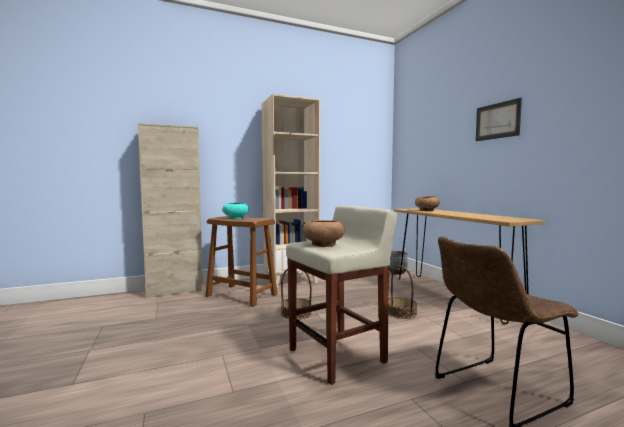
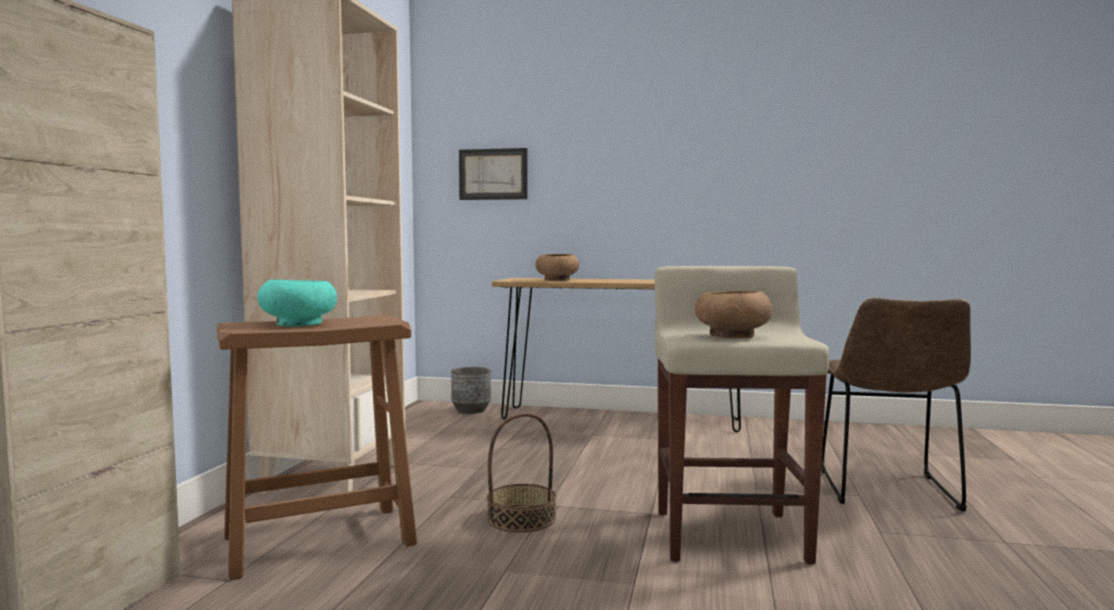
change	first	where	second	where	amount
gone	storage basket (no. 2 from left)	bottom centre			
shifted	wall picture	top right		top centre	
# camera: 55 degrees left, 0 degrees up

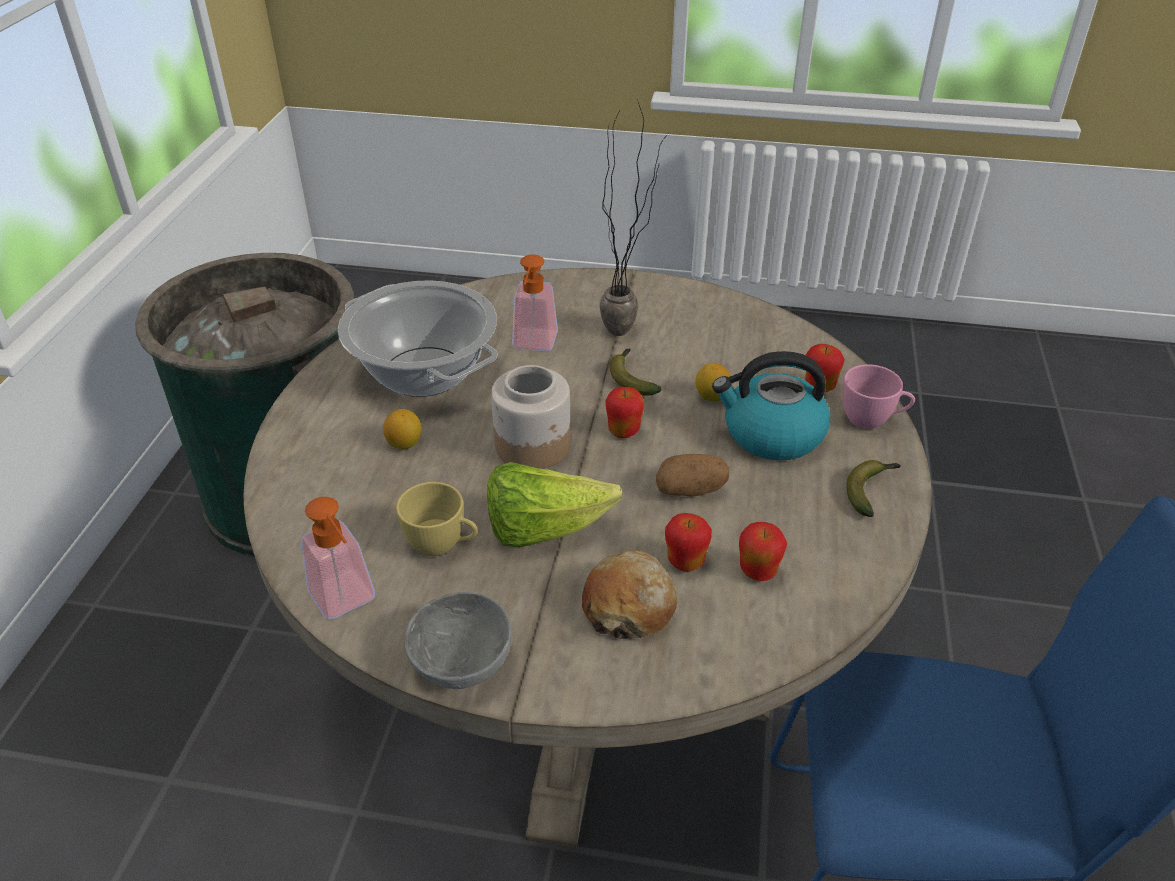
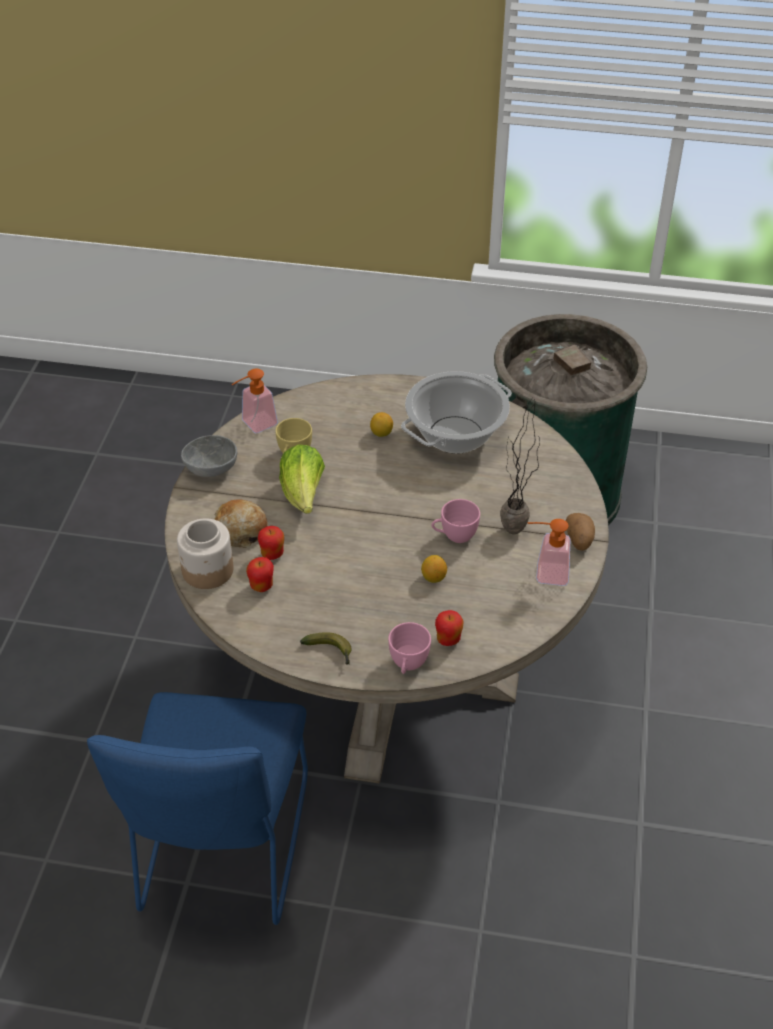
change	first	where	second	where	amount
gone	whole apple (no. 1 from left)	centre			
gone	water kettle	centre			
shifted	jar	centre		middle left	
shifted	liquid soap bottle (no. 2 from left)	centre		middle right	
shifted	potato	centre		middle right	
swapped	banana (no. 1 from left)	centre	pink cup (no. 2 from left)	centre	
# camera: 90 degrees right, 5 degrees up

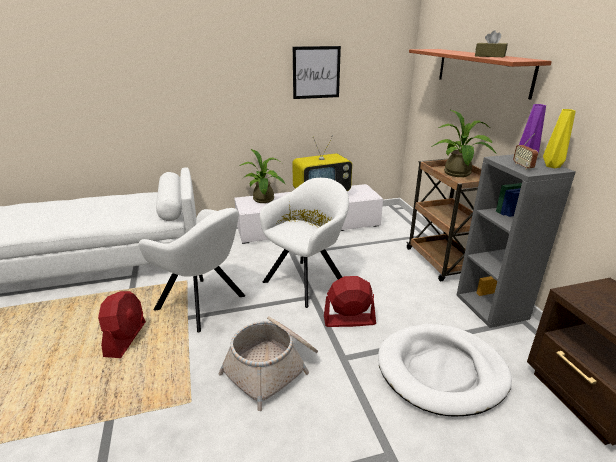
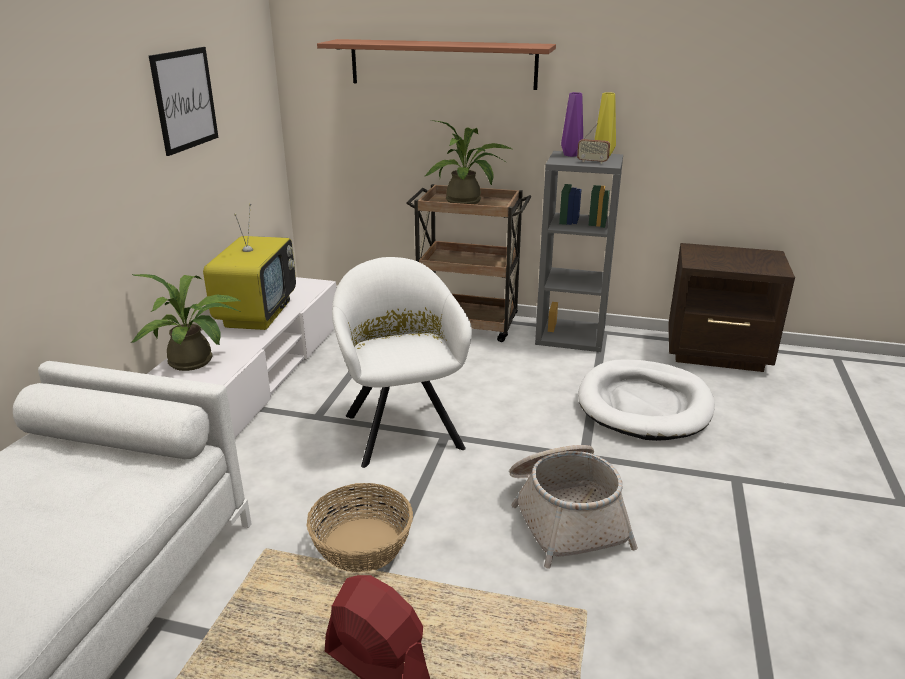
change	first	where	second	where	amount
gone	reddish electric fan (no. 2 from left)	centre			
gone	brownish tissue holder	top right			
swapped	white-coloured easy chair (no. 1 from left)	middle left	storage basket (no. 1 from left)	bottom centre	
# camera: 60 degrees left, 0 degrees up

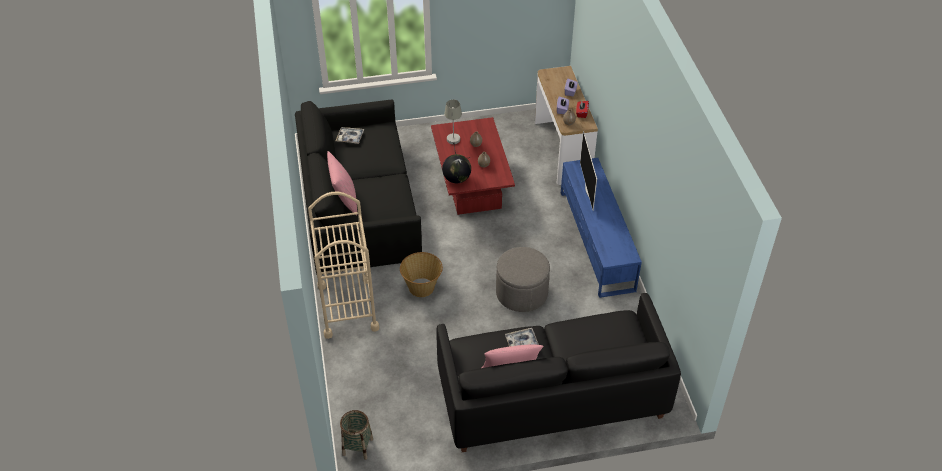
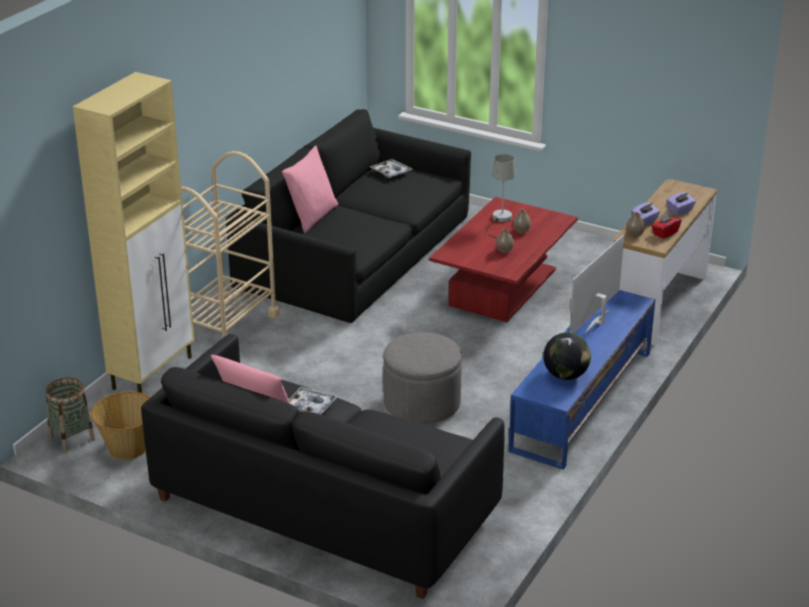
change	first	where	second	where	amount
new			sand-coloured cupboard	middle left	
shifted	storage basket (no. 2 from left)	centre		bottom left	
shifted	world globe	centre		middle right	
# camera: 40 degrees right, 15 degrees down

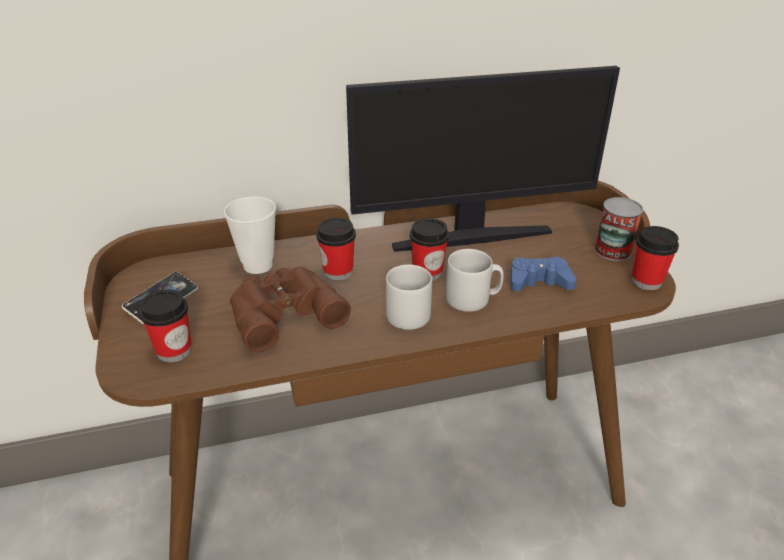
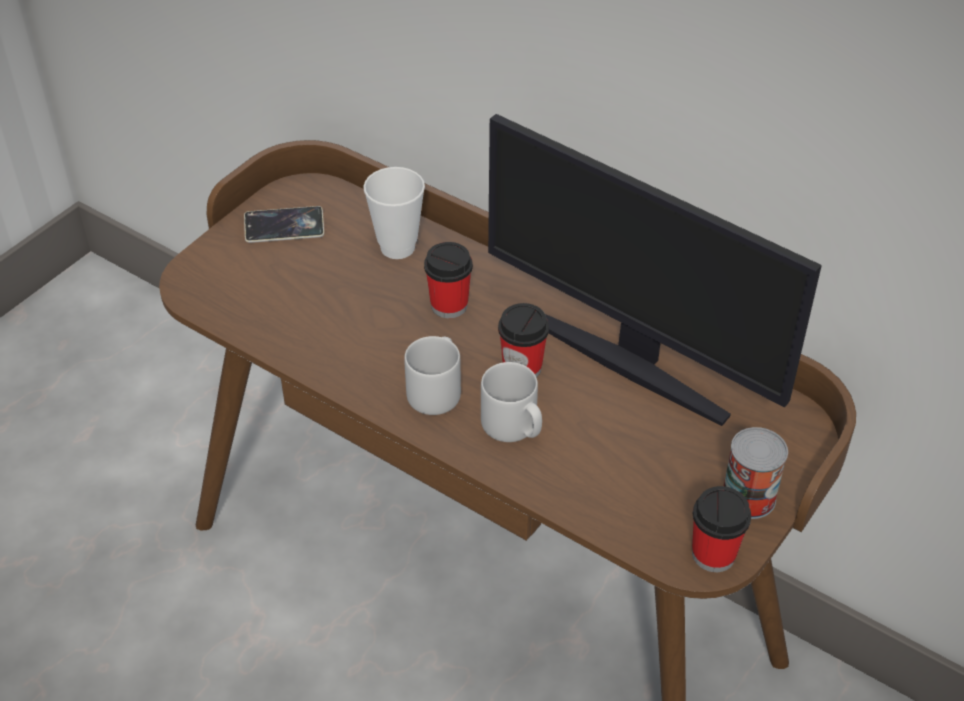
change	first	where	second	where	amount
gone	cup (no. 1 from left)	middle left			
gone	brownish binoculars	centre			
gone	blue-coloured game controller	middle right			
# camera: 50 degrees right, 10 degrees up

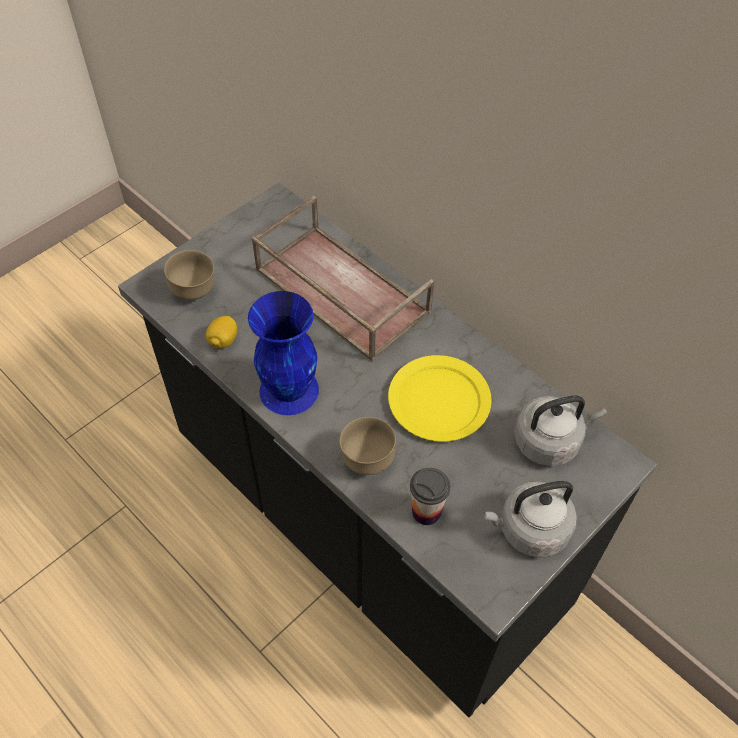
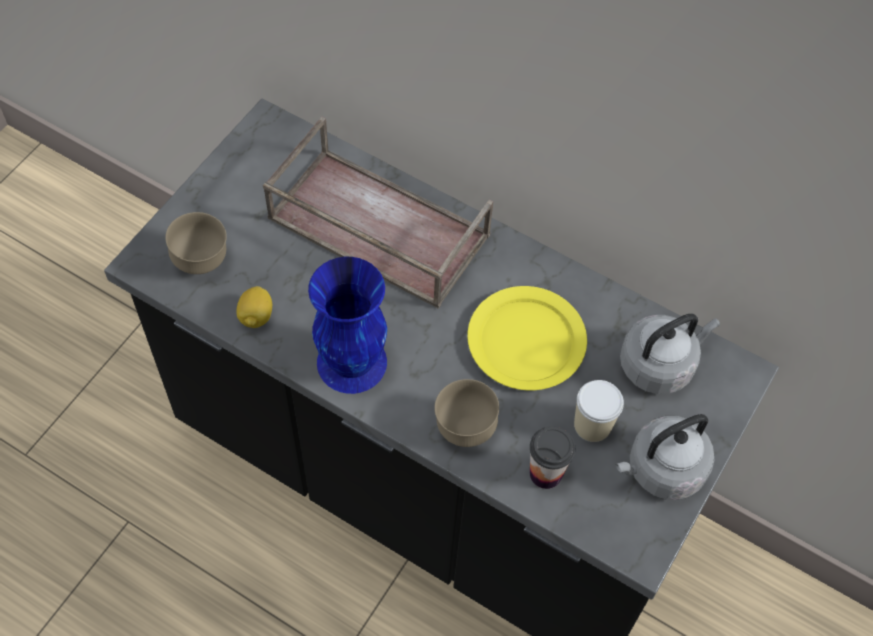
change	first	where	second	where	amount
new			cup (no. 2 from left)	middle right	
# camera: 15 degrees left, 5 degrees up

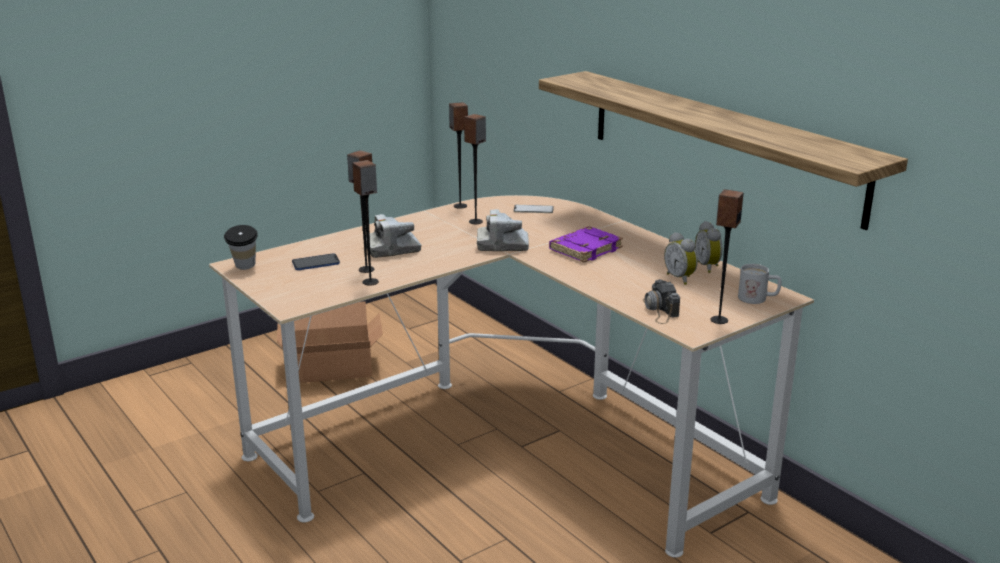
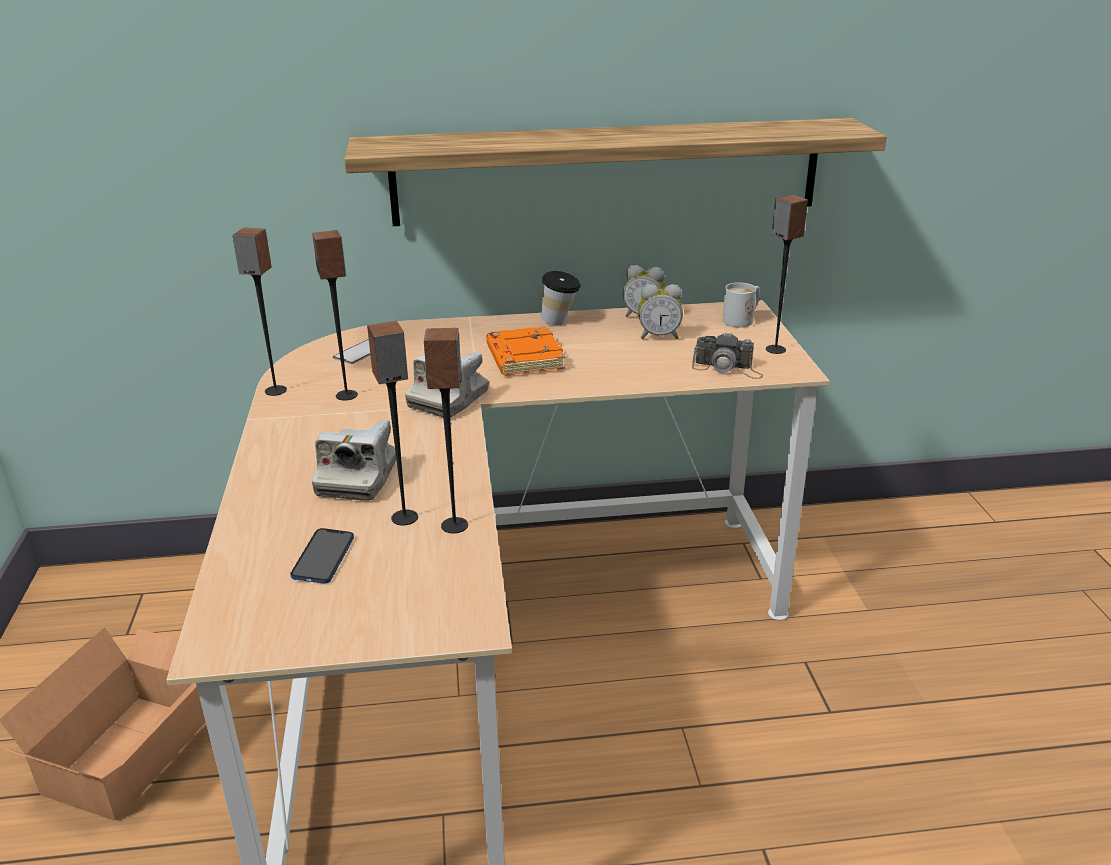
change	first	where	second	where	amount
shifted	cup	middle left		centre	
repainted	purplish bound book	centre	orange-coloured bound book	centre	
# camera: 60 degrees left, 5 degrees up

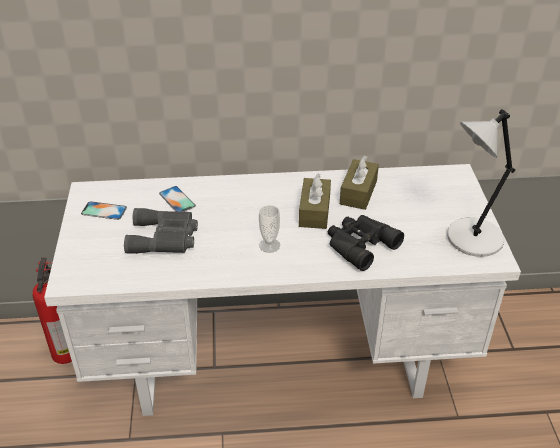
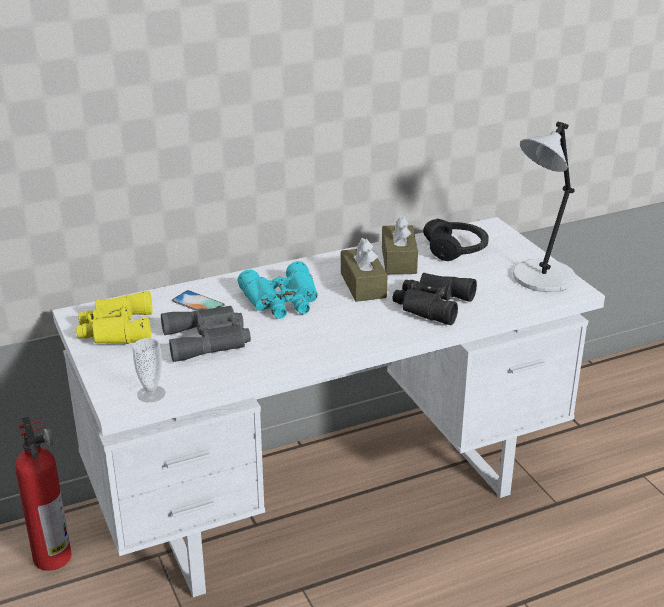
change	first	where	second	where	amount
new			turquoise-coloured binoculars	centre	
new			black headset	middle right	
shifted	cup	centre		middle left	
swapped	telephone (no. 1 from left)	middle left	yellow-coloured binoculars	middle left	
# camera: 20 degrees left, 10 degrees down

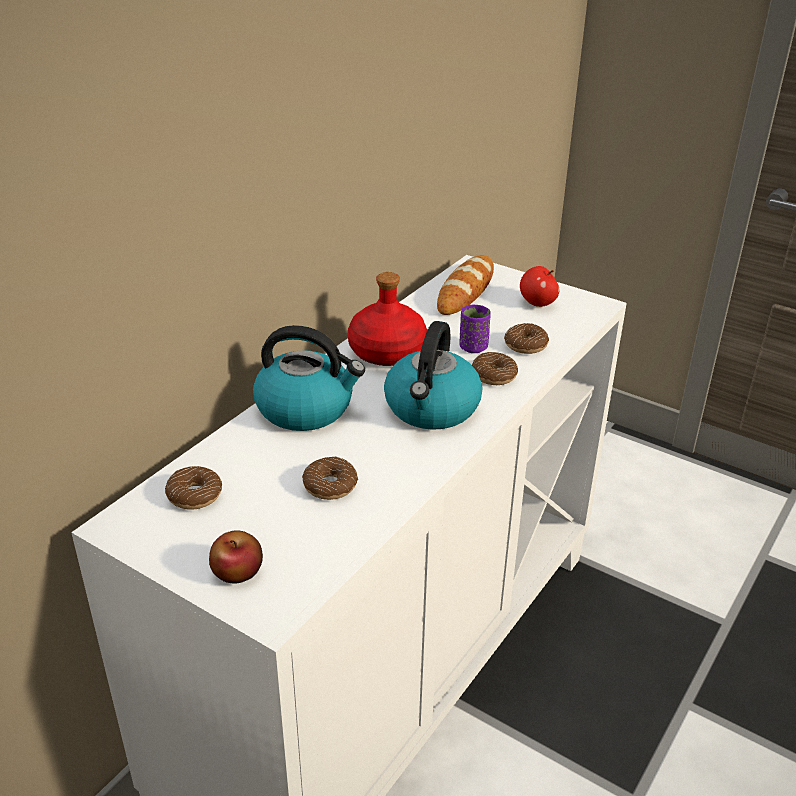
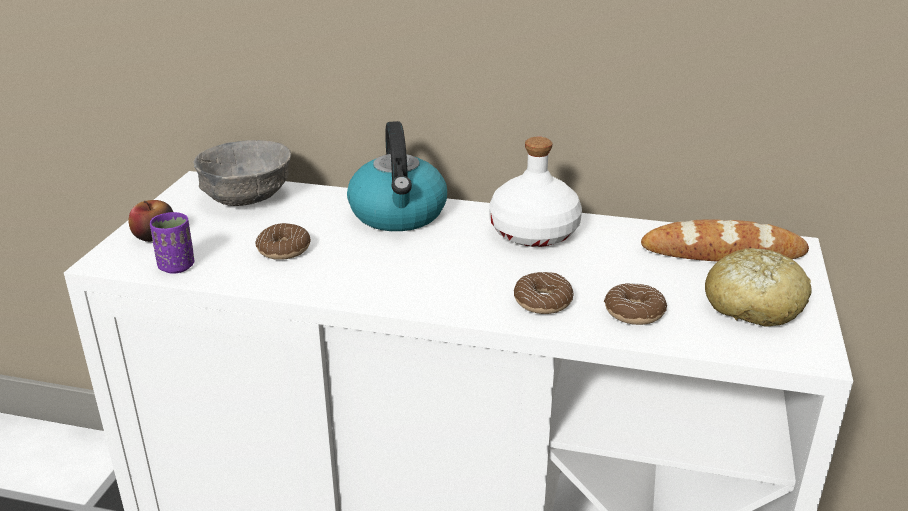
change	first	where	second	where	amount
gone	water kettle (no. 2 from left)	centre			
shifted	purplish cup	centre		middle left	
swapped	doughnut (no. 1 from left)	middle left	greyish serving bowl	middle left	
swapped	whole apple (no. 2 from left)	middle right	bakery bread (no. 2 from left)	middle right	
repainted	reddish bottle	centre	white-coloured bottle	centre	
# camera: 70 degrees right, 5 degrees down

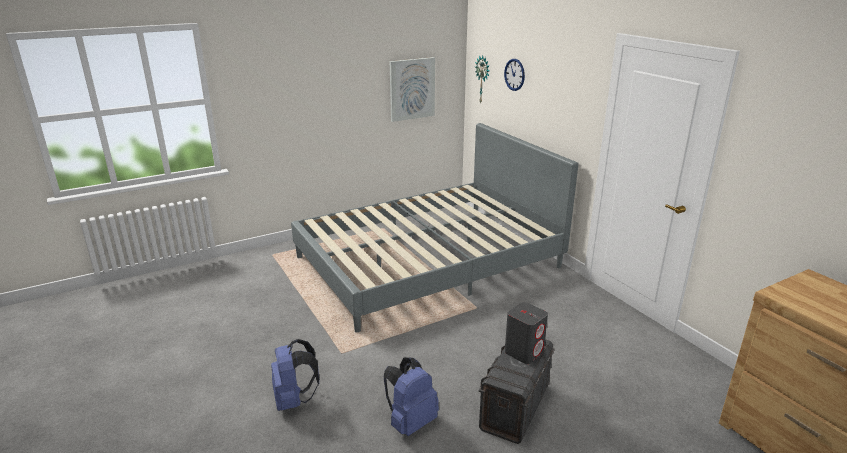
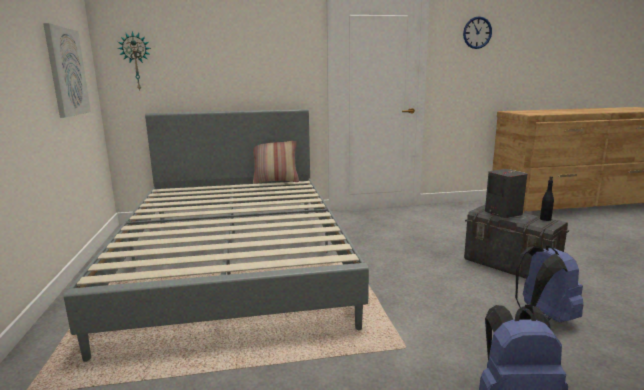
change	first	where	second	where	amount
new			cushion	centre	
new			black bottle	middle right	
shifted	wall clock (no. 2 from left)	top centre		top right	
# camera: 70 degrees left, 10 degrees down

